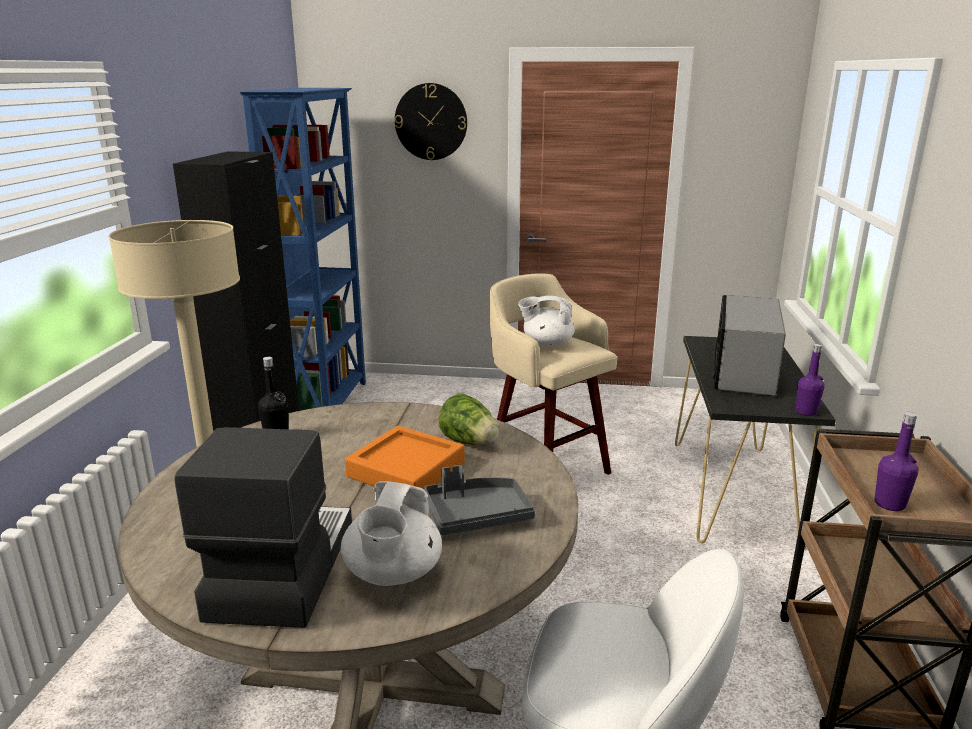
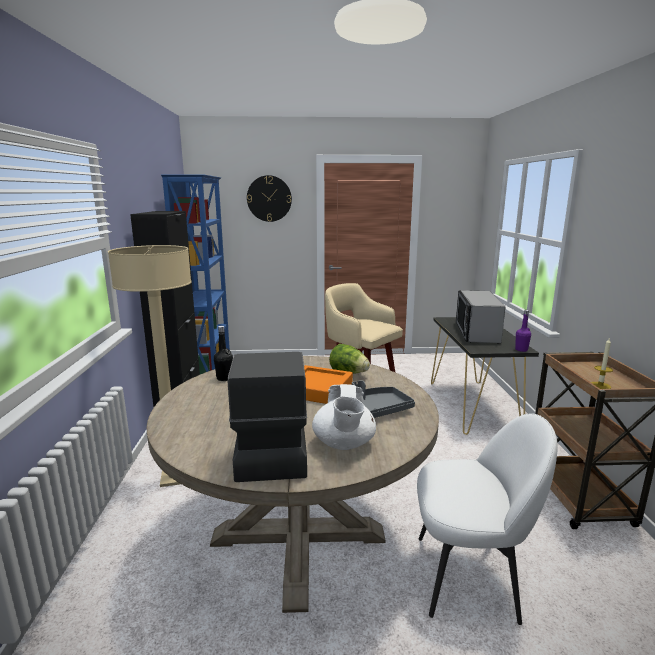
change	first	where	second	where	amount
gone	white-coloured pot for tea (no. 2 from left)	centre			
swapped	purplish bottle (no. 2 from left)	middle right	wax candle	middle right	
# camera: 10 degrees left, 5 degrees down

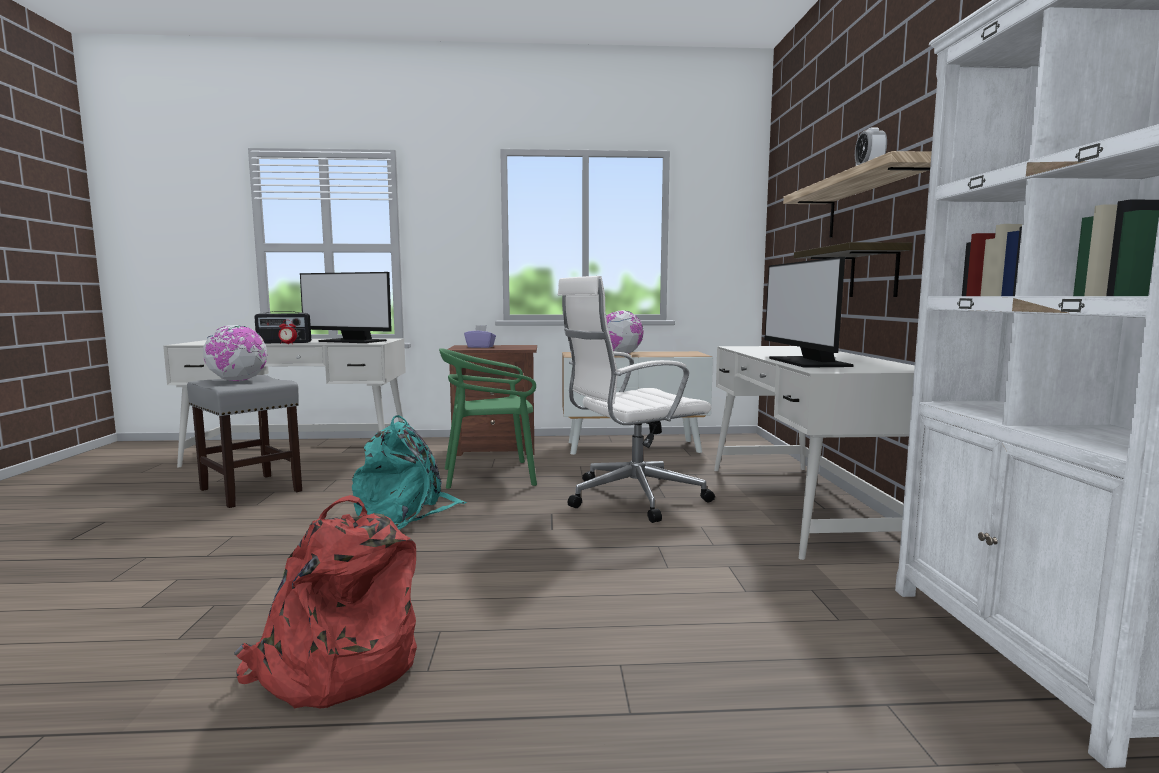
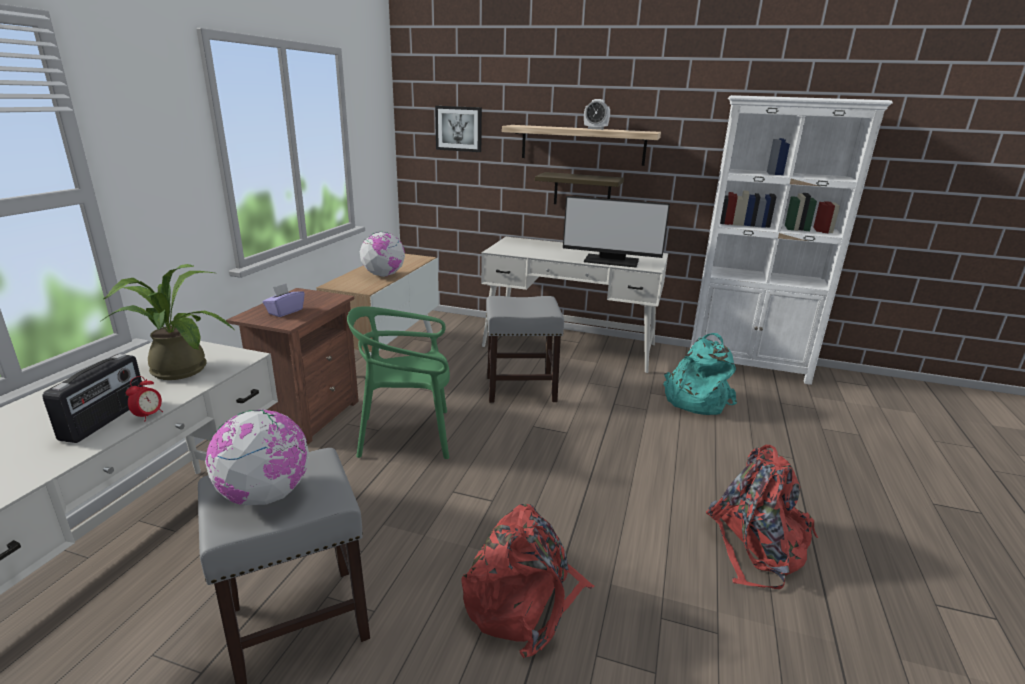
change	first	where	second	where	amount
new			wall picture	top centre	
new			reddish knapsack (no. 1 from left)	bottom centre	
shifted	turquoise-coloured knapsack	centre		middle right	
swapped	monitor (no. 1 from left)	middle left	houseplant	middle left	
swapped	white-coloured office chair	centre	greyish stool (no. 2 from left)	centre	
rotated	green upright chair	centre		centre	75 degrees clockwise
# camera: 70 degrees left, 15 degrees up

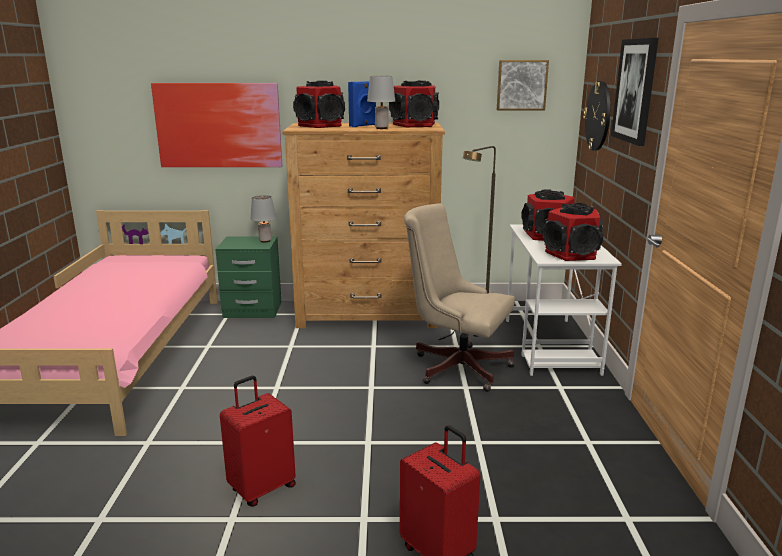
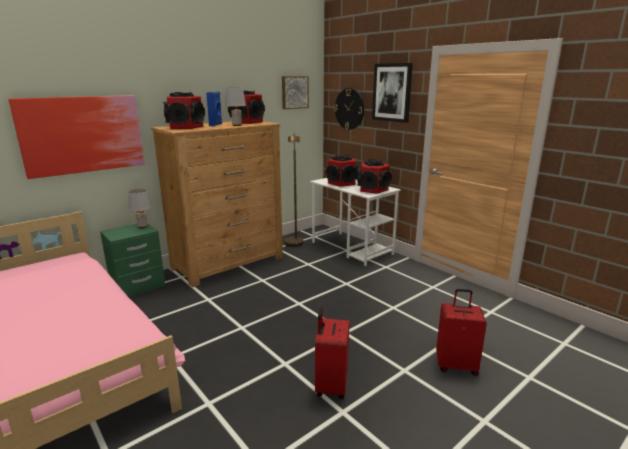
change	first	where	second	where	amount
gone	sand-coloured office chair	centre			
# camera: 40 degrees left, 0 degrees up

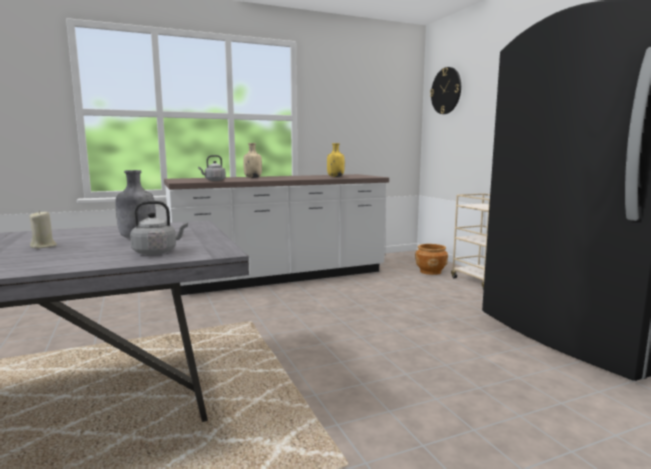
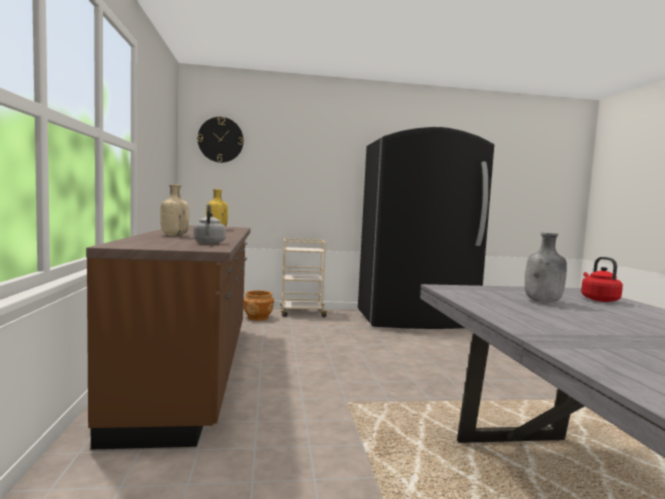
change	first	where	second	where	amount
gone	sand-coloured wax candle	middle left			
repainted	greyish water kettle (no. 1 from left)	middle left	reddish water kettle	middle right	
repainted	white-coloured kitchen base unit	centre	brownish kitchen base unit	bottom left	
# camera: 75 degrees left, 5 degrees down

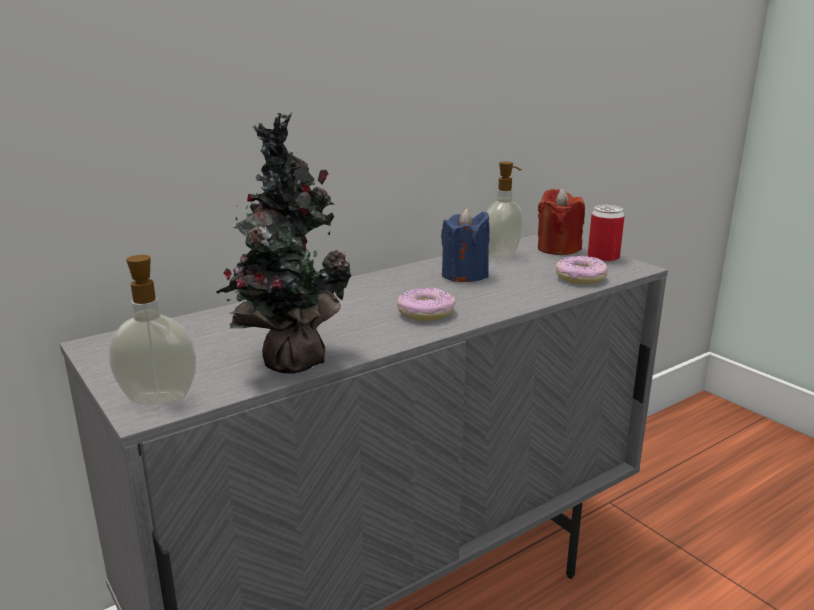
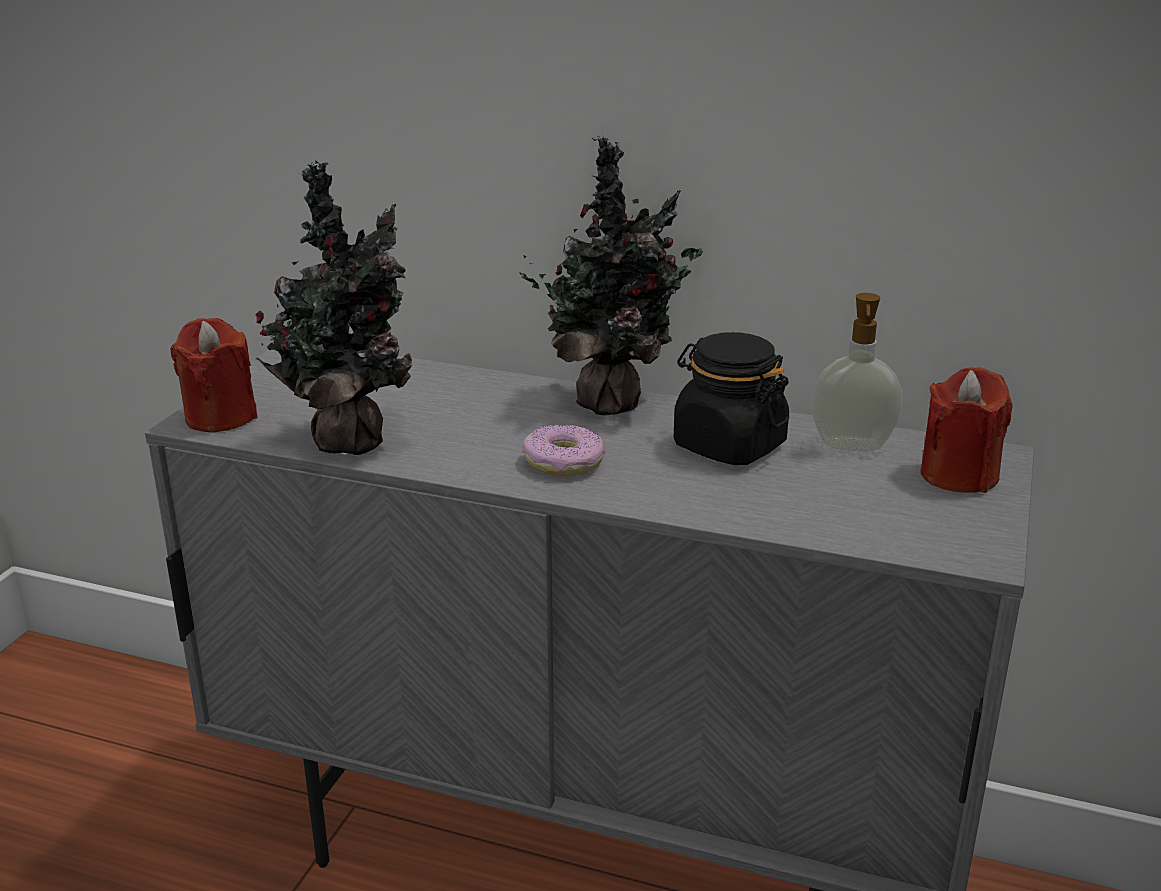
change	first	where	second	where	amount
gone	doughnut (no. 2 from left)	middle right			
gone	metal can	middle right			
new			houseplant (no. 2 from left)	top centre	
swapped	liquid soap bottle (no. 1 from left)	middle left	reddish wax candle (no. 1 from left)	middle left	
swapped	blue-coloured wax candle	centre	black jar	centre	
# camera: 55 degrees right, 5 degrees up

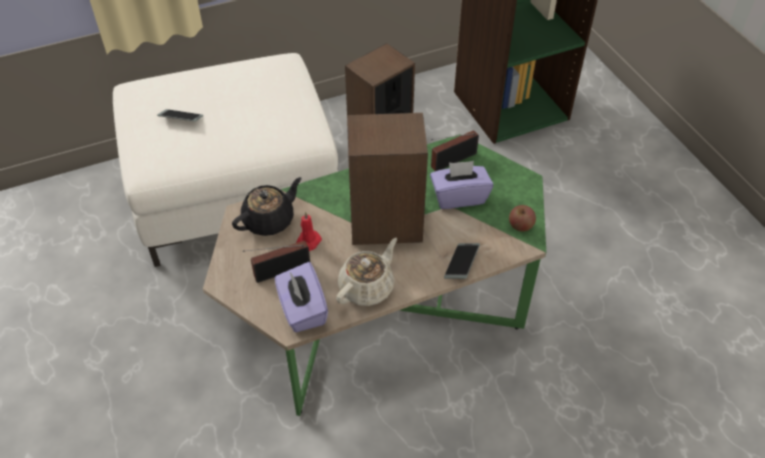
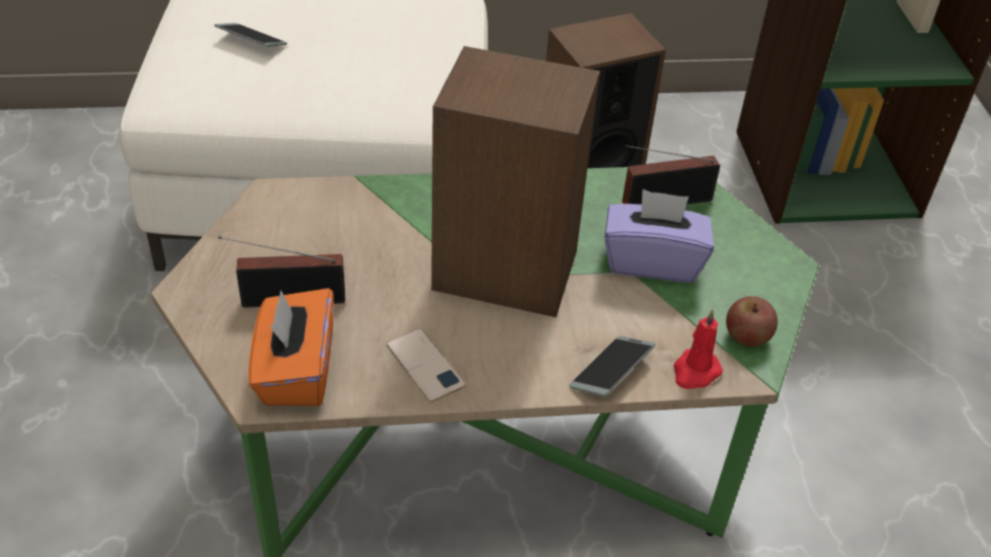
change	first	where	second	where	amount
gone	black pot for tea	centre			
shifted	reddish wax candle	centre		middle right	
swapped	sand-coloured pot for tea	centre	telephone (no. 2 from left)	centre	
repainted	purplish tissue holder (no. 1 from left)	centre	orange-coloured tissue holder	middle left	
# camera: 15 degrees right, 5 degrees down

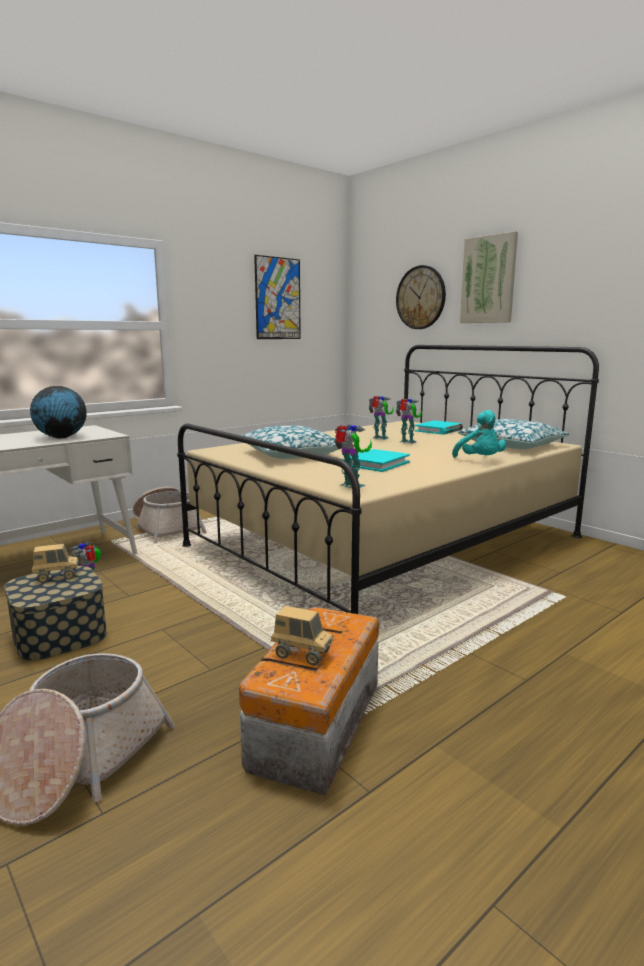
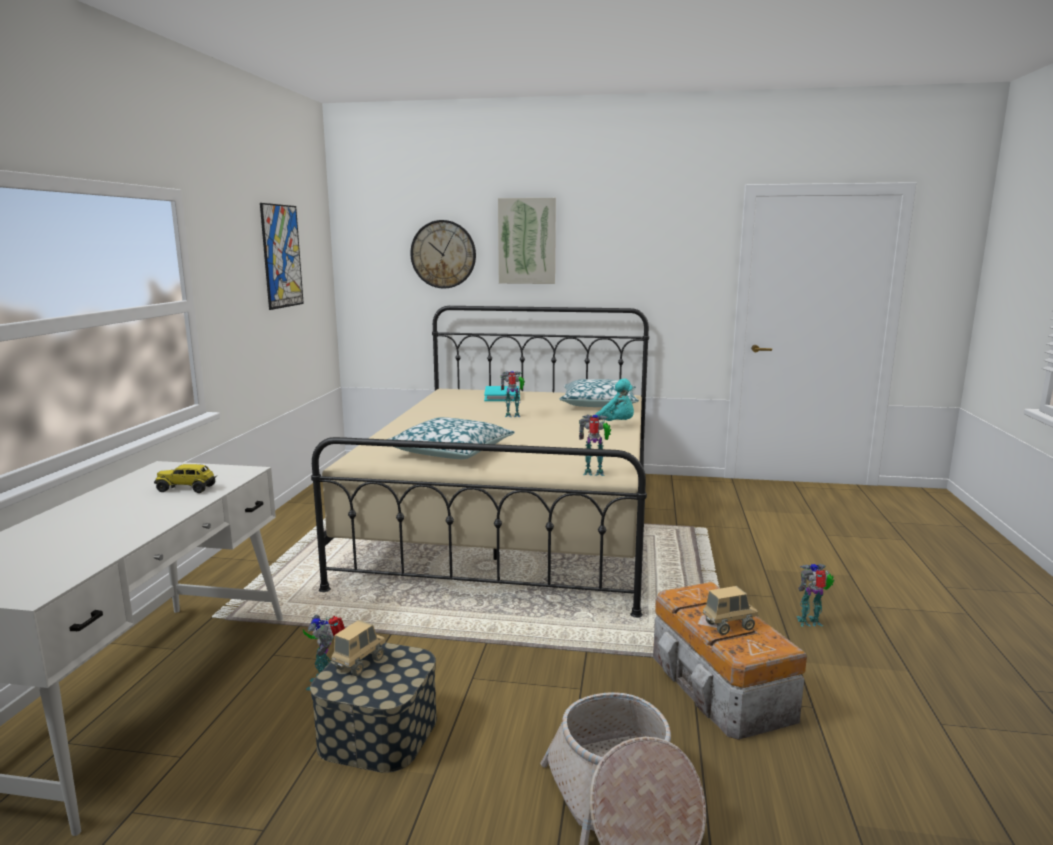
change	first	where	second	where	amount
gone	storage basket (no. 2 from left)	middle left			
gone	turquoise-coloured bound book (no. 1 from left)	centre			
shifted	model robot (no. 3 from left in the first image)	centre	model robot (no. 4 from left)	bottom right	
swapped	world globe	middle left	model truck (no. 1 from left)	middle left	
# camera: 40 degrees left, 0 degrees up

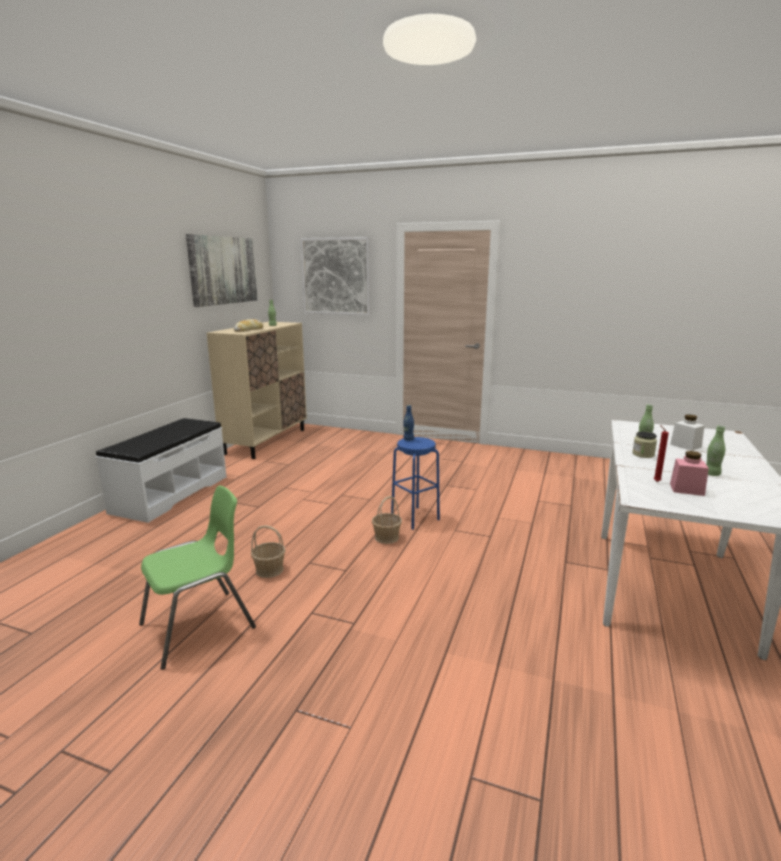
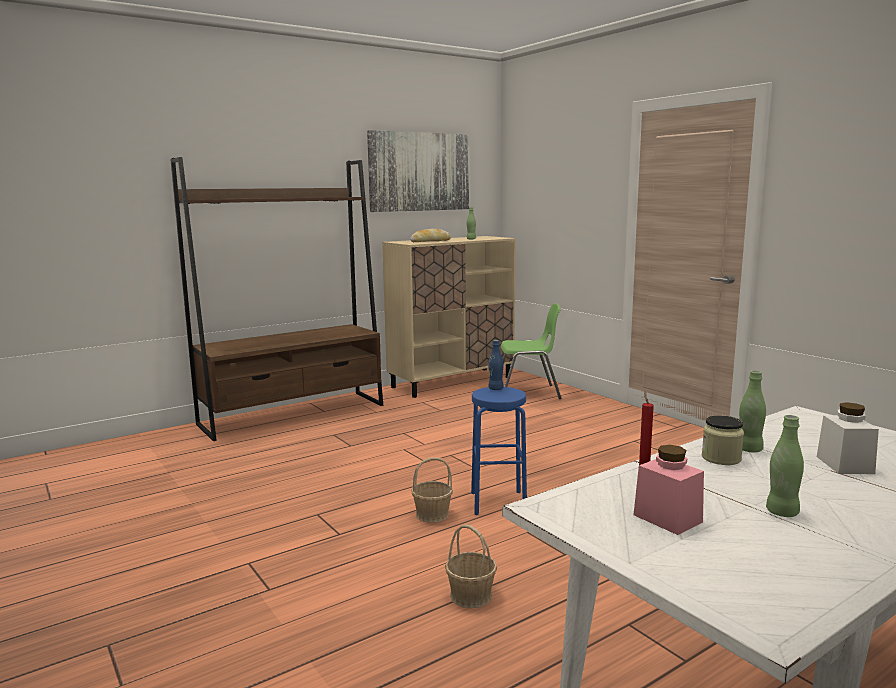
change	first	where	second	where	amount
gone	wall picture (no. 2 from left)	top centre			
shifted	green upright chair	bottom left		centre	
shifted	storage basket (no. 1 from left in the first image)	centre	storage basket (no. 2 from left)	bottom centre	
swapped	white-coloured bench	middle left	brownish bookcase	middle left	
# camera: 35 degrees right, 5 degrees down

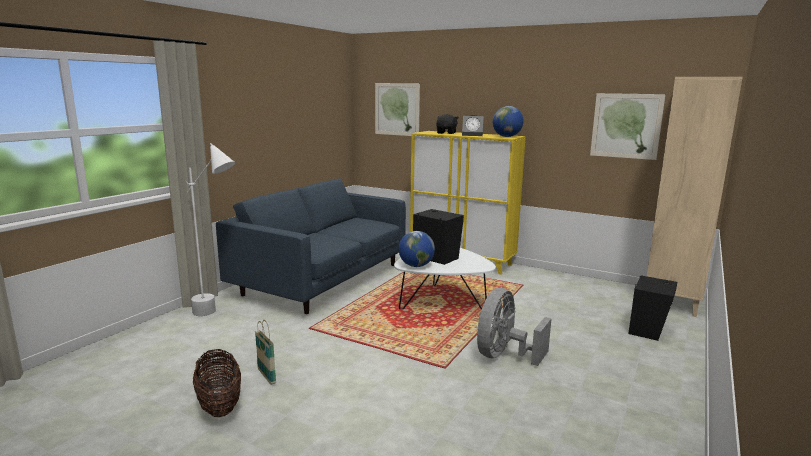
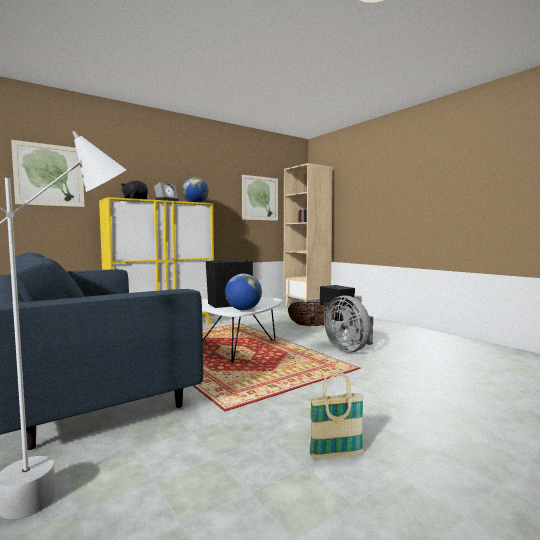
change	first	where	second	where	amount
shifted	storage basket (no. 1 from left)	bottom left		centre	
# camera: 65 degrees left, 10 degrees down

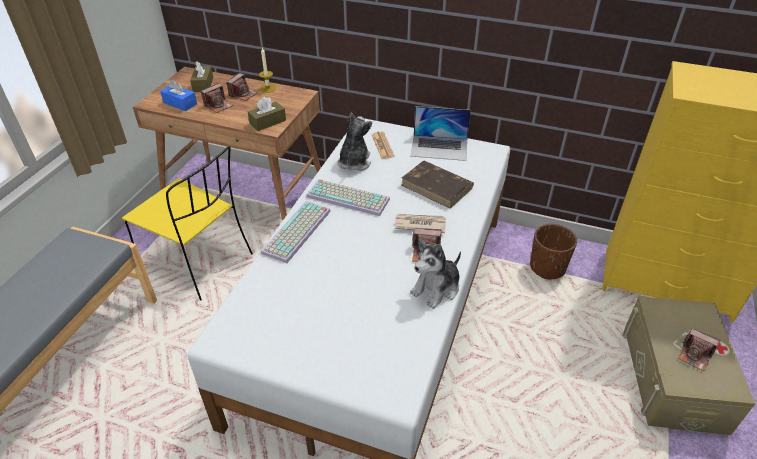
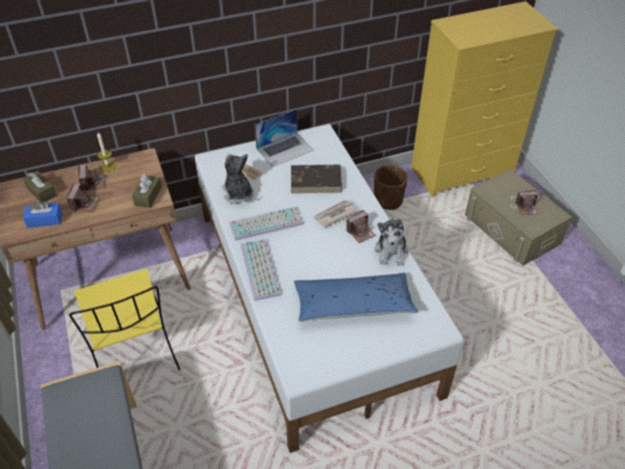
change	first	where	second	where	amount
new			blue-coloured cushion	centre	
rotated	yellow-coloured upright chair	middle left		bottom left	75 degrees clockwise
# camera: 40 degrees left, 5 degrees up

